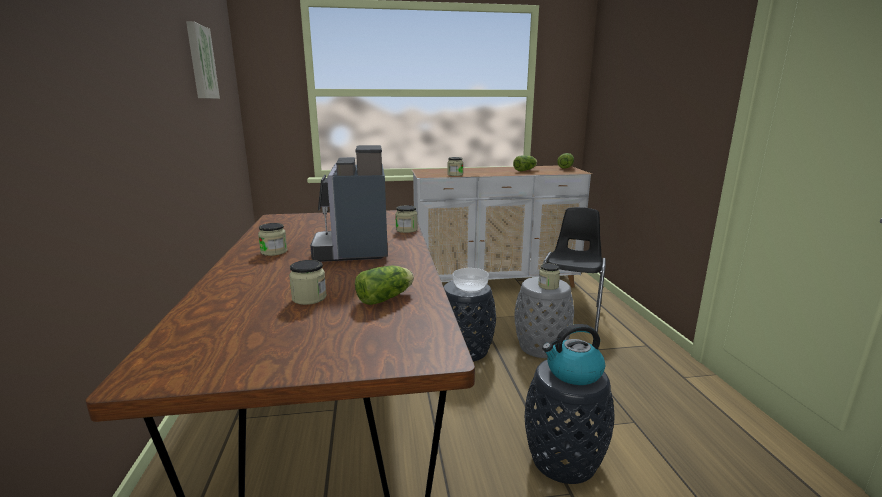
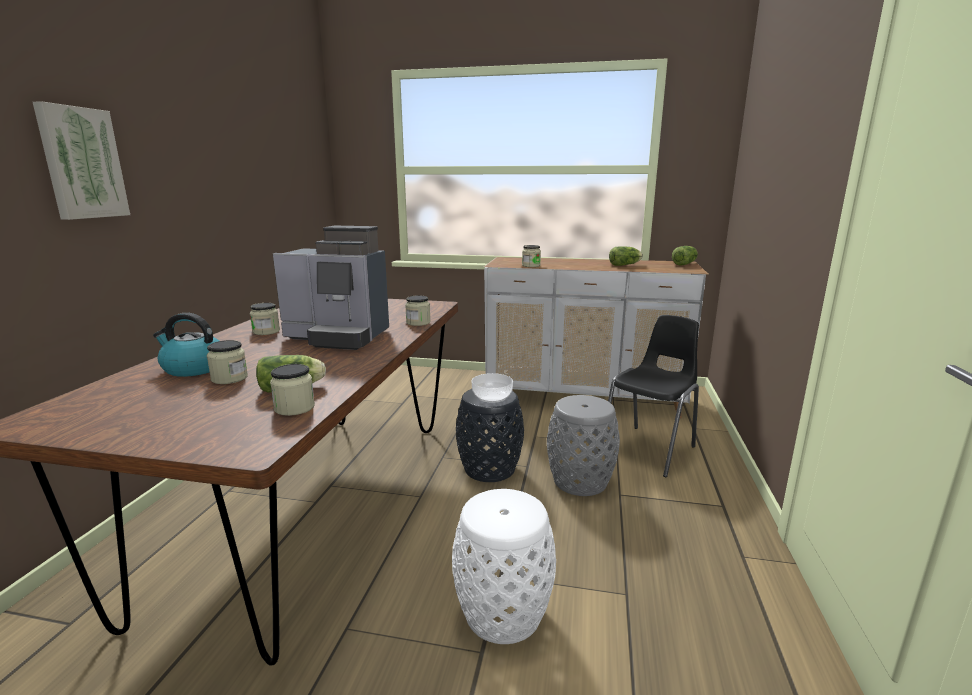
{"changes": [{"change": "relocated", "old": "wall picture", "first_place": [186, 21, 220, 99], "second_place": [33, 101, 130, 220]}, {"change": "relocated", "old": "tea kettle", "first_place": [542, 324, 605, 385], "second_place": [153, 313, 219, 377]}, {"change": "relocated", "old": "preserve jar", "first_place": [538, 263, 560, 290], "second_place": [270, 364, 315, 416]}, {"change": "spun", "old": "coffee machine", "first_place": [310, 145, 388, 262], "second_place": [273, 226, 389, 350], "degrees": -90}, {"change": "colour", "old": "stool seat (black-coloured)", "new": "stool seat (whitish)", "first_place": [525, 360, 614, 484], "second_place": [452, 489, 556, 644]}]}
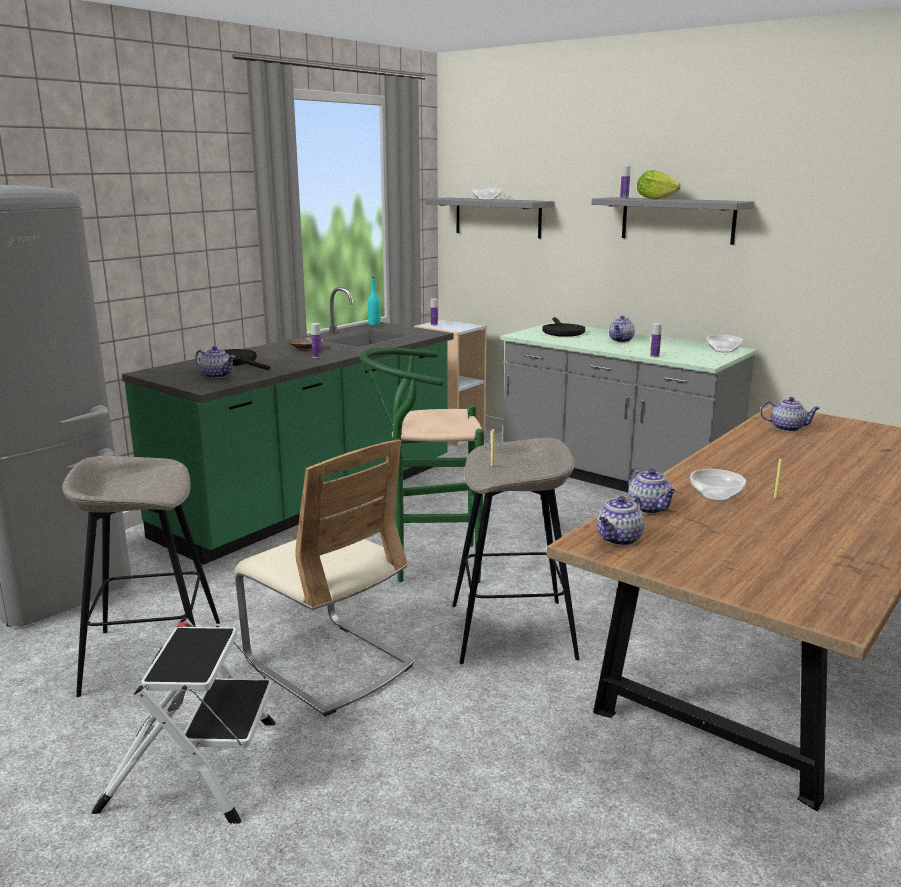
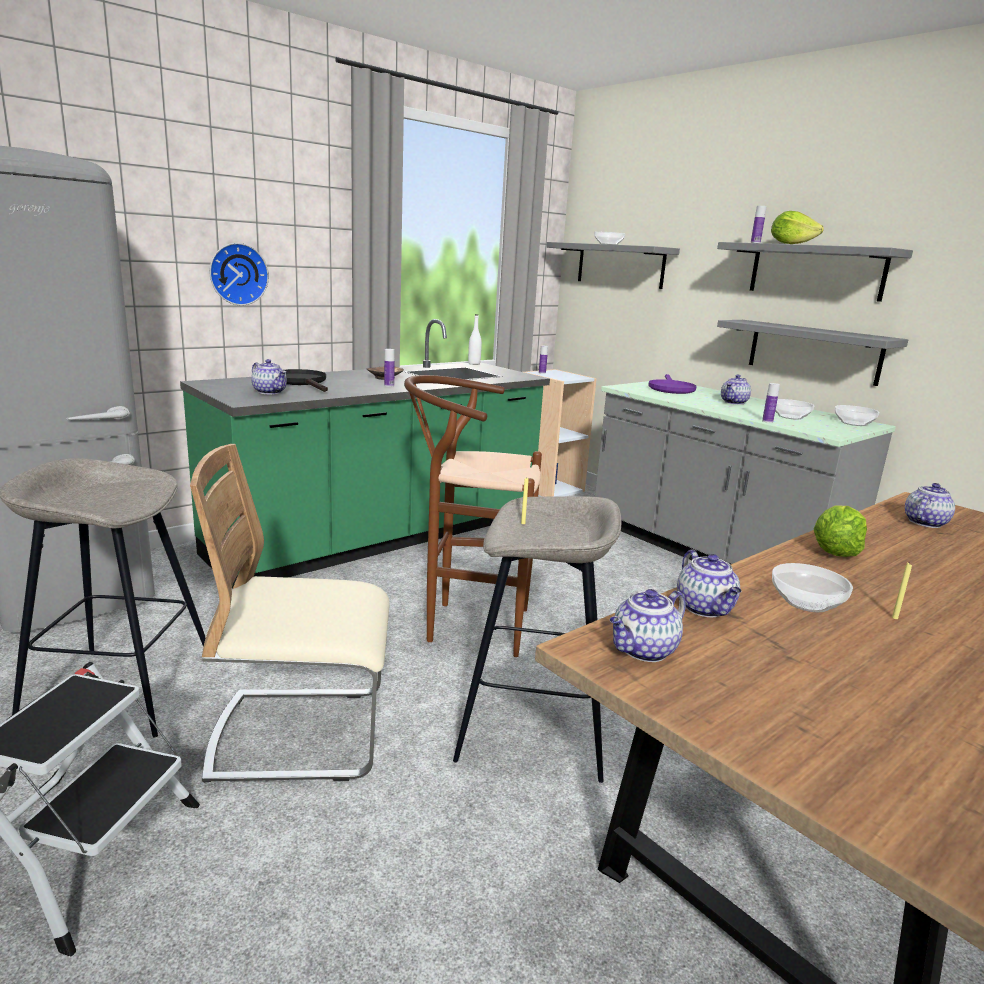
{"changes": [{"change": "spun", "old": "upright chair (sand-coloured)", "first_place": [234, 439, 414, 716], "second_place": [190, 444, 390, 783], "degrees": 120}, {"change": "appeared", "new": "hanging clock", "second_place": [209, 243, 269, 306]}, {"change": "colour", "old": "stool seat (green)", "new": "stool seat (brown-coloured)", "first_place": [360, 348, 484, 583], "second_place": [404, 375, 542, 657]}, {"change": "colour", "old": "beverage bottle (turquoise-coloured)", "new": "beverage bottle (whitish)", "first_place": [368, 277, 380, 325], "second_place": [468, 314, 482, 365]}, {"change": "colour", "old": "frying pan (black-coloured)", "new": "frying pan (purple)", "first_place": [542, 317, 585, 337], "second_place": [648, 374, 696, 394]}, {"change": "appeared", "new": "wall shelf (gray)", "second_place": [717, 320, 908, 386]}, {"change": "appeared", "new": "deep dish", "second_place": [775, 399, 814, 420]}, {"change": "appeared", "new": "head of lettuce", "second_place": [814, 505, 867, 557]}, {"change": "spun", "old": "pot for tea", "first_place": [760, 397, 820, 432], "second_place": [905, 483, 955, 528], "degrees": -75}]}
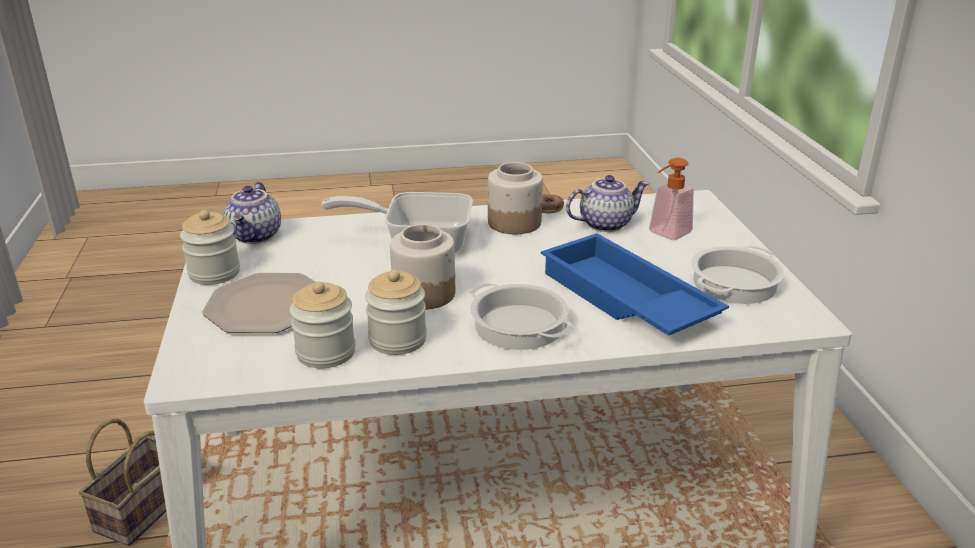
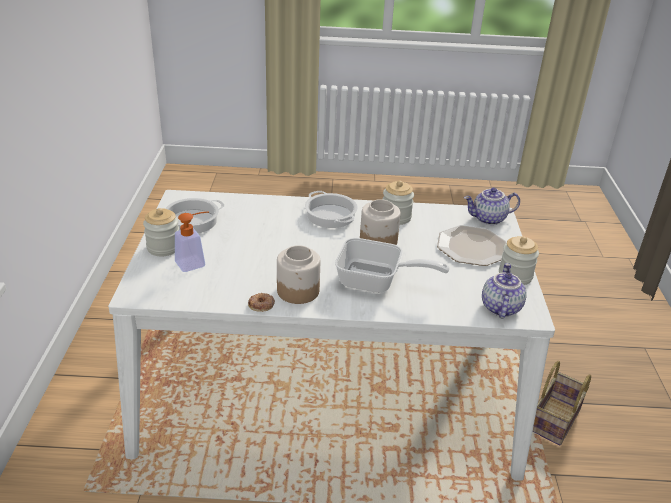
{"changes": [{"change": "relocated", "old": "preserve jar", "first_place": [290, 281, 355, 368], "second_place": [143, 208, 179, 256]}, {"change": "relocated", "old": "pot for tea", "first_place": [566, 175, 649, 232], "second_place": [464, 188, 520, 225]}, {"change": "missing", "old": "tray (blue-coloured)", "first_place": [541, 233, 729, 336]}]}
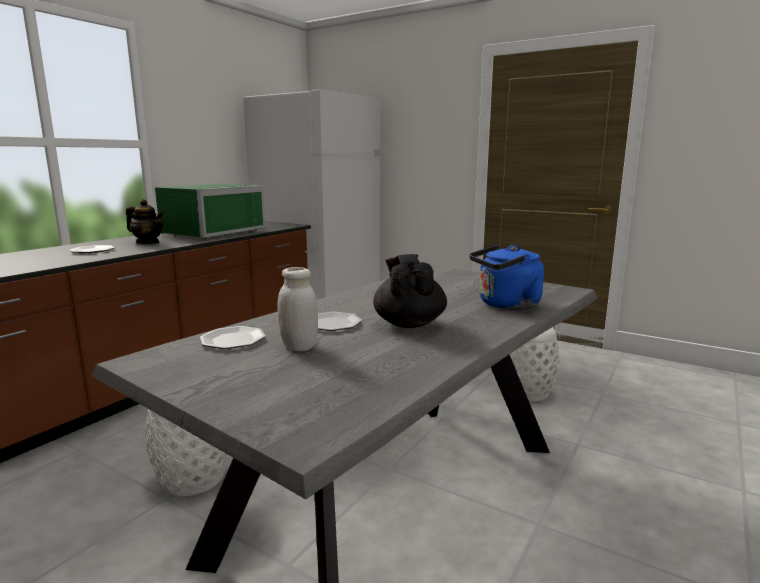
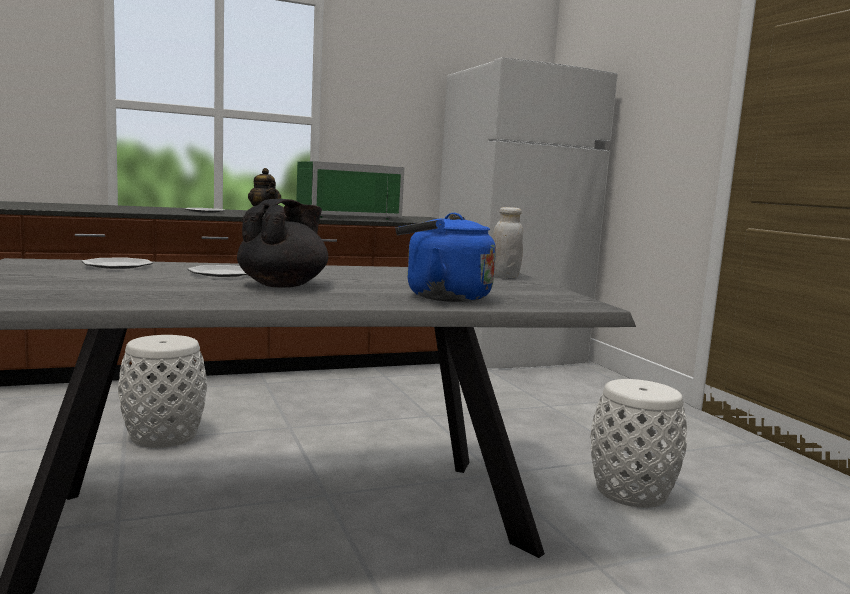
{"changes": [{"change": "relocated", "old": "preserve jar (whitish)", "first_place": [278, 267, 318, 351], "second_place": [492, 207, 523, 278]}]}
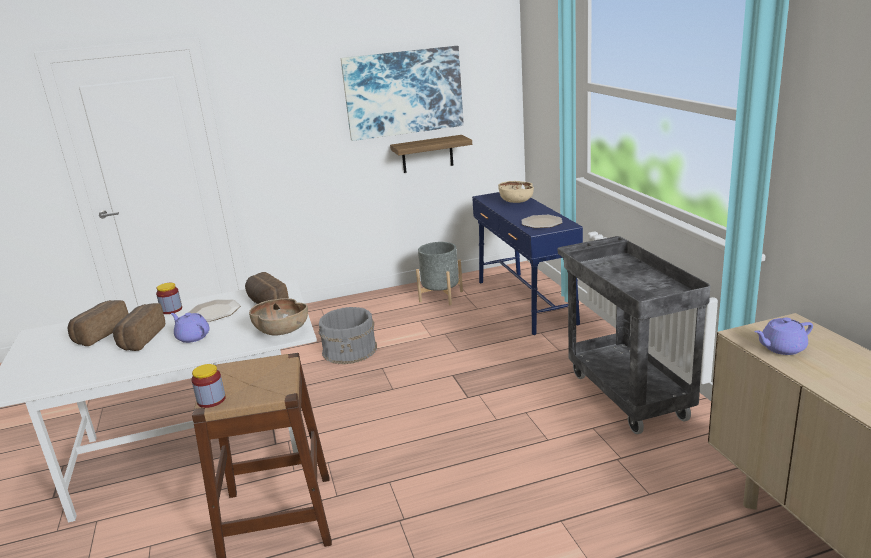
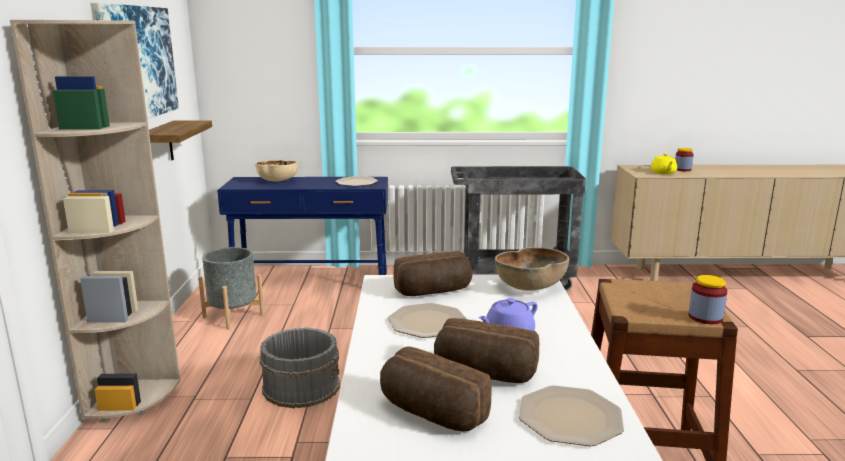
{"changes": [{"change": "appeared", "new": "bookshelf (sand-coloured)", "second_place": [10, 20, 180, 422]}, {"change": "appeared", "new": "plate", "second_place": [519, 385, 624, 446]}, {"change": "colour", "old": "pot for tea (purple)", "new": "pot for tea (yellow-coloured)", "first_place": [754, 317, 813, 355], "second_place": [651, 153, 677, 174]}, {"change": "relocated", "old": "preserve jar", "first_place": [156, 283, 182, 314], "second_place": [675, 148, 694, 171]}]}
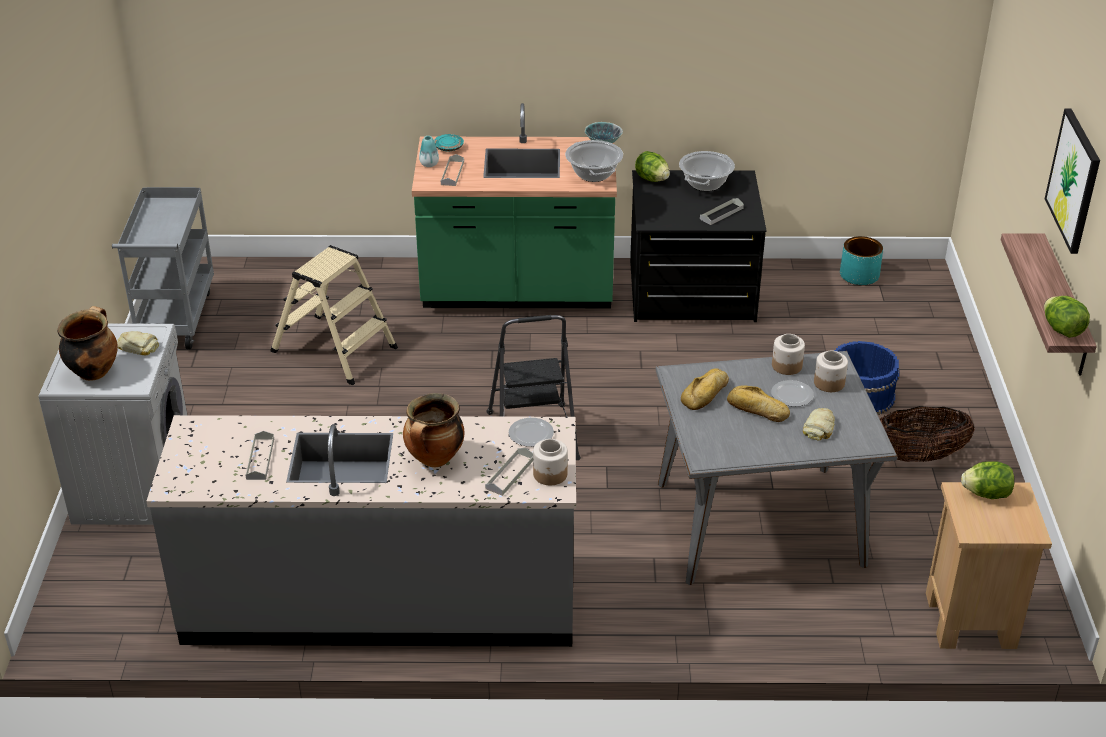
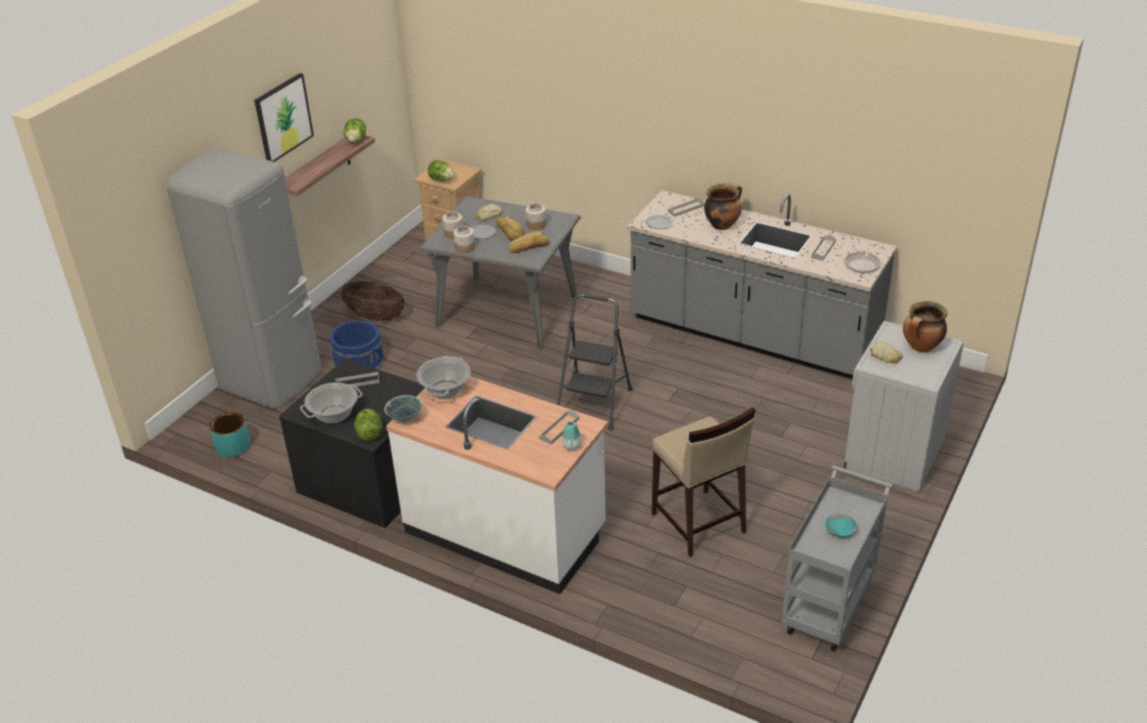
{"changes": [{"change": "appeared", "new": "kitchen fridge (gray)", "second_place": [167, 148, 322, 408]}, {"change": "colour", "old": "counter (green)", "new": "counter (whitish)", "first_place": [412, 103, 617, 308], "second_place": [386, 376, 608, 594]}, {"change": "relocated", "old": "preserve jar", "first_place": [533, 439, 568, 485], "second_place": [526, 203, 546, 230]}, {"change": "exchanged", "old": "stepladder (sand-coloured)", "new": "stool seat (sand-coloured)", "first_place": [270, 245, 398, 385], "second_place": [652, 407, 756, 557]}, {"change": "relocated", "old": "plate (turquoise-coloured)", "first_place": [434, 134, 464, 151], "second_place": [825, 514, 857, 537]}, {"change": "appeared", "new": "frying pan", "second_place": [844, 241, 881, 273]}]}
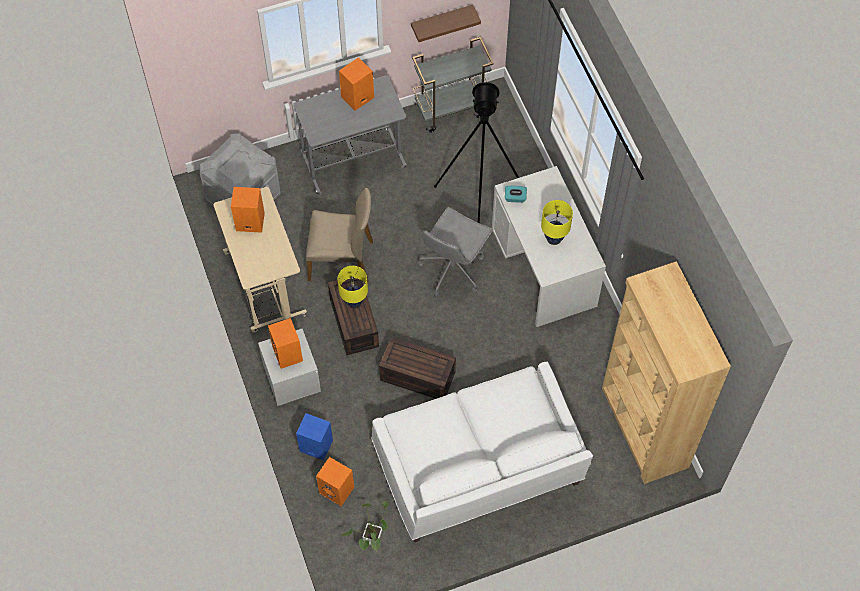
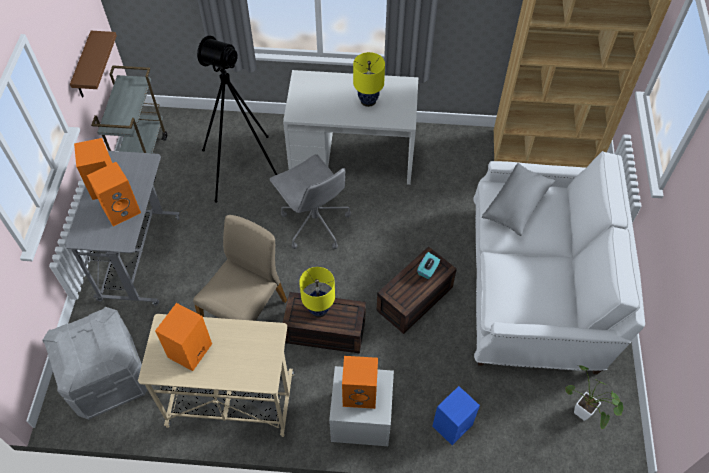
{"changes": [{"change": "relocated", "old": "speaker (orange)", "first_place": [316, 457, 354, 506], "second_place": [87, 162, 141, 226]}, {"change": "relocated", "old": "tissue holder (turquoise-coloured)", "first_place": [505, 186, 527, 203], "second_place": [417, 252, 440, 279]}, {"change": "appeared", "new": "cushion (gray)", "second_place": [482, 163, 555, 236]}]}
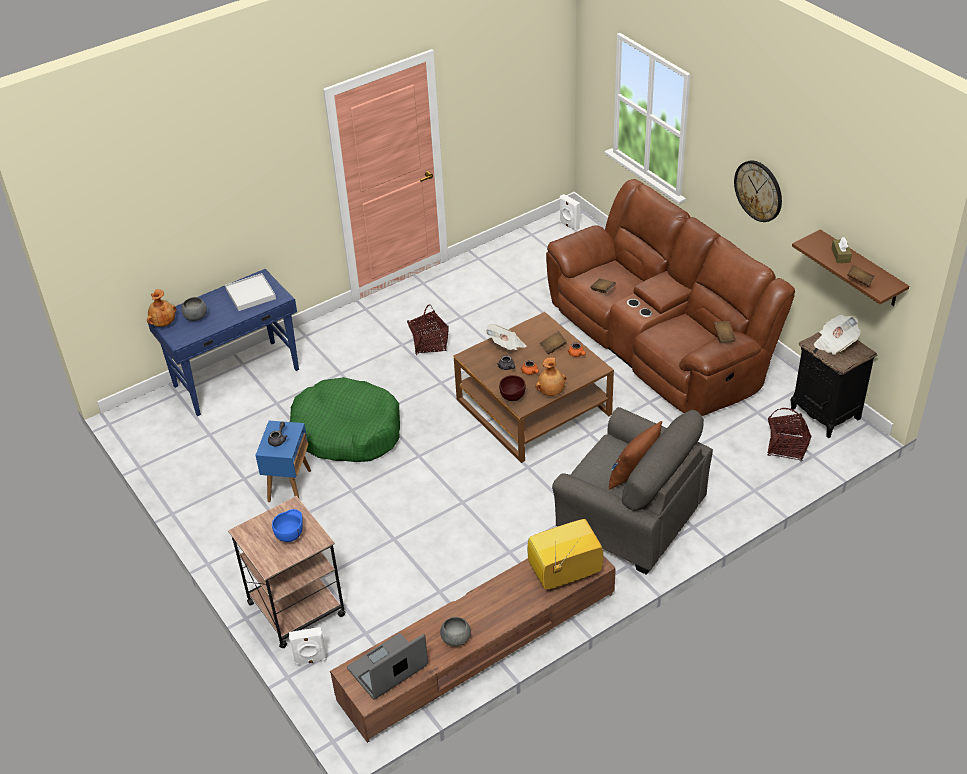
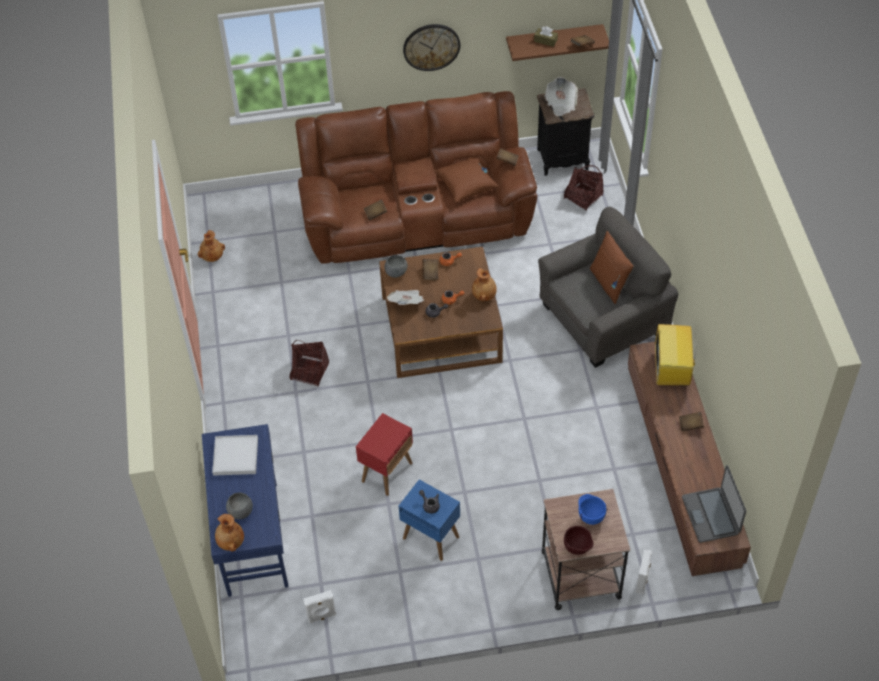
{"changes": [{"change": "appeared", "new": "decorative vase (brown-coloured)", "second_place": [198, 230, 225, 262]}, {"change": "relocated", "old": "speaker (whitish)", "first_place": [560, 194, 580, 231], "second_place": [303, 590, 336, 623]}, {"change": "exchanged", "old": "dog cushion (green)", "new": "end table (red-coloured)", "first_place": [290, 377, 400, 462], "second_place": [356, 413, 413, 496]}, {"change": "relocated", "old": "deep dish (gray)", "first_place": [440, 617, 471, 646], "second_place": [385, 255, 408, 278]}, {"change": "appeared", "new": "cushion (brown-coloured)", "second_place": [434, 157, 498, 203]}, {"change": "relocated", "old": "deep dish (brown-coloured)", "first_place": [499, 375, 526, 401], "second_place": [564, 526, 594, 555]}, {"change": "appeared", "new": "volume (brown-coloured)", "second_place": [679, 412, 704, 432]}]}
